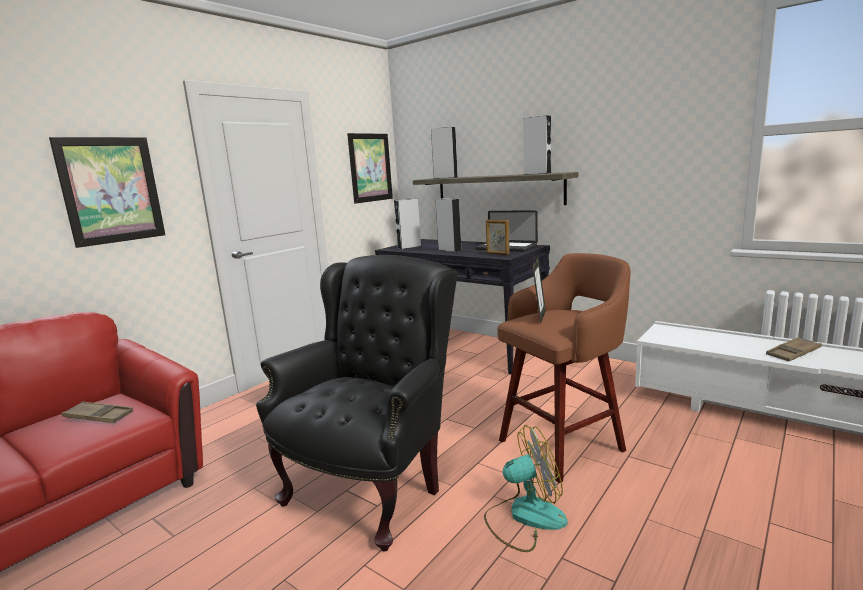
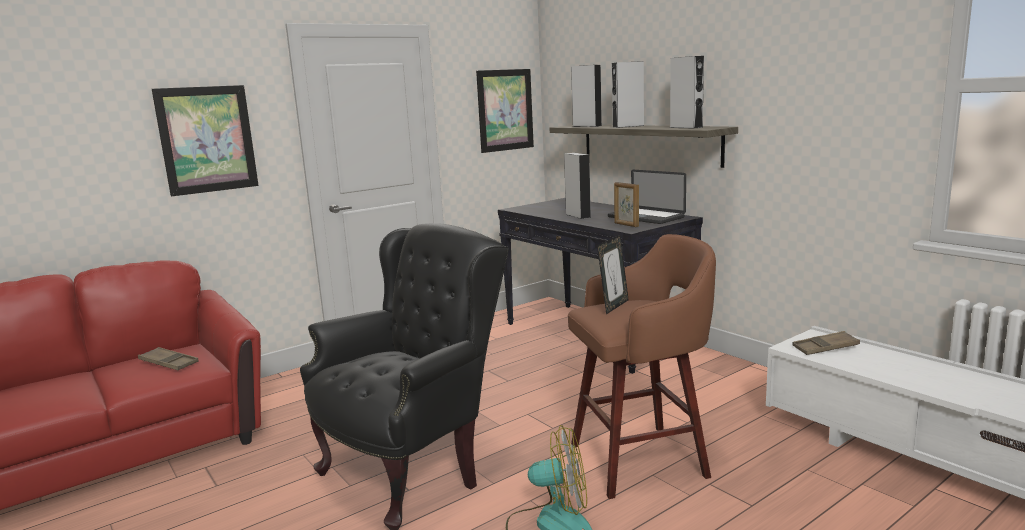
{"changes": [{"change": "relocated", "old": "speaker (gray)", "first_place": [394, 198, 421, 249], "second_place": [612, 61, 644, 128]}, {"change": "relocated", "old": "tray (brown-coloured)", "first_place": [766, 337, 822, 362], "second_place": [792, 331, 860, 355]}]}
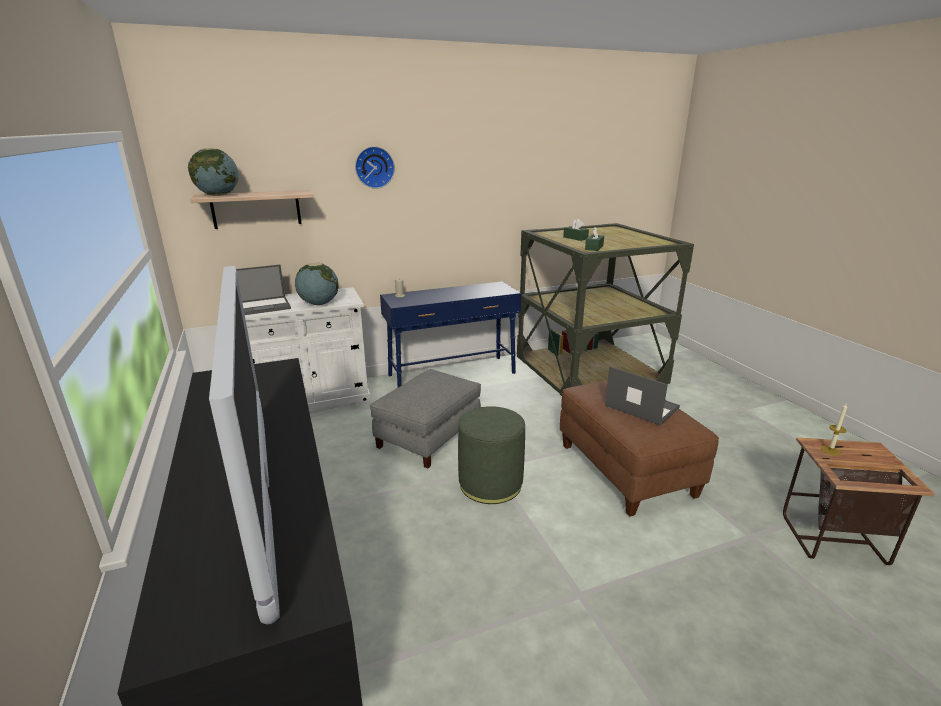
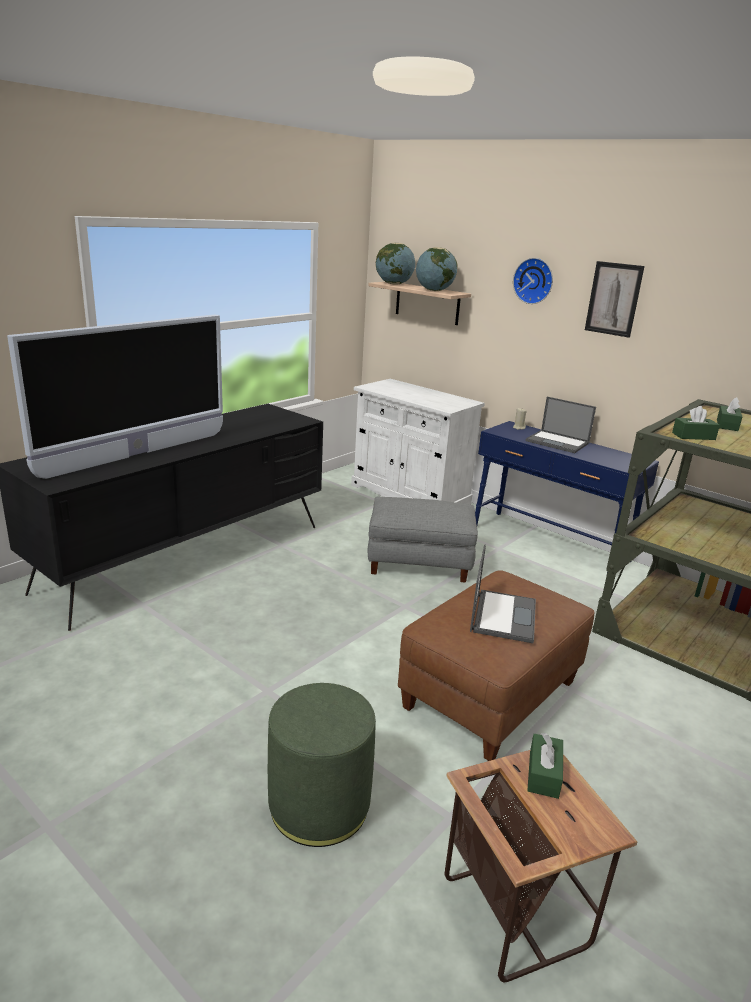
{"changes": [{"change": "relocated", "old": "footrest (green)", "first_place": [458, 406, 525, 504], "second_place": [268, 683, 376, 847]}, {"change": "relocated", "old": "world globe", "first_place": [295, 263, 338, 305], "second_place": [416, 247, 458, 291]}, {"change": "relocated", "old": "notebook computer", "first_place": [236, 265, 291, 315], "second_place": [525, 397, 596, 453]}, {"change": "exchanged", "old": "wax candle", "new": "tissue holder (green)", "first_place": [821, 404, 847, 456], "second_place": [527, 733, 563, 799]}, {"change": "appeared", "new": "wall picture", "second_place": [585, 261, 645, 338]}]}
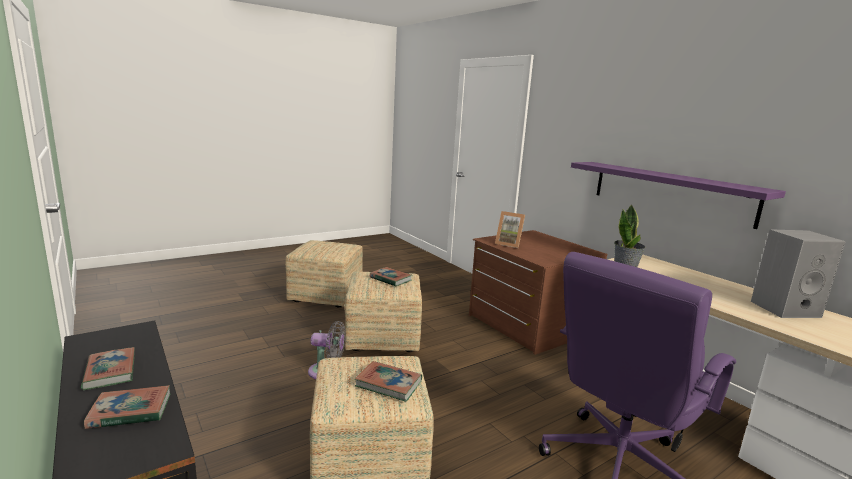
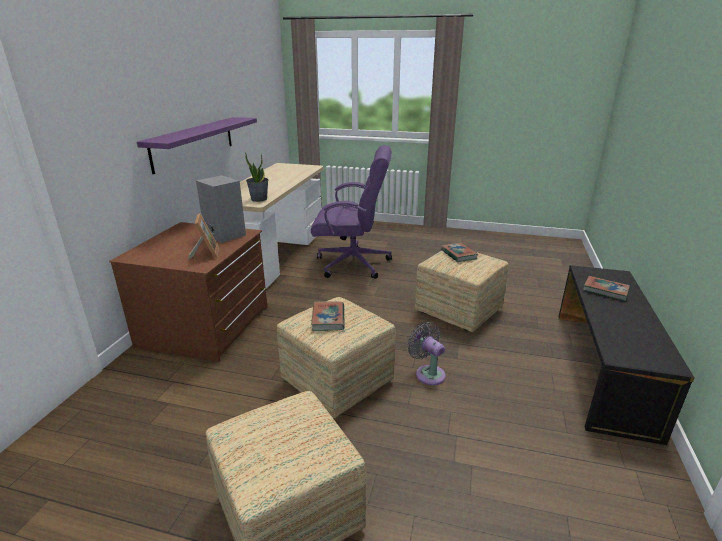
{"changes": [{"change": "relocated", "old": "speaker (gray)", "first_place": [751, 229, 846, 318], "second_place": [196, 175, 246, 243]}, {"change": "missing", "old": "volume", "first_place": [81, 347, 135, 390]}]}
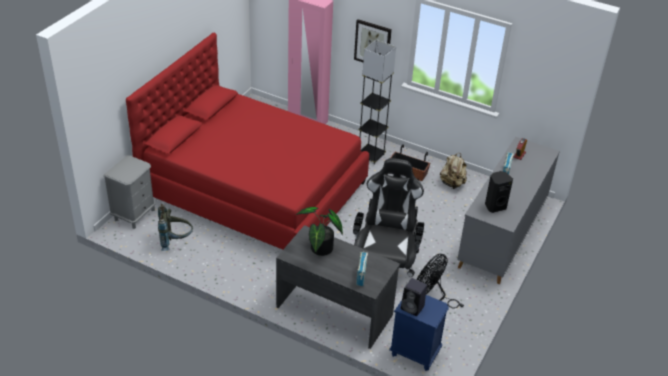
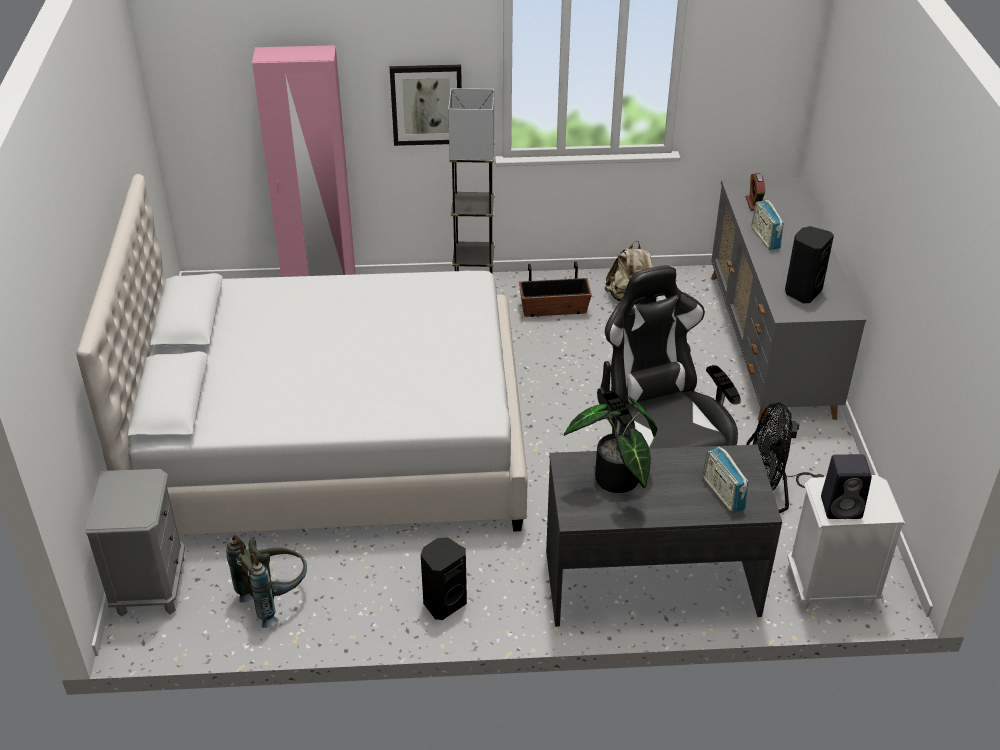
{"changes": [{"change": "colour", "old": "bedroom bed (red-coloured)", "new": "bedroom bed (whitish)", "first_place": [126, 33, 369, 250], "second_place": [77, 174, 527, 535]}, {"change": "appeared", "new": "speaker (black-coloured)", "second_place": [421, 537, 467, 620]}, {"change": "colour", "old": "night table (blue-coloured)", "new": "night table (whitish)", "first_place": [389, 295, 449, 371], "second_place": [787, 475, 905, 611]}]}
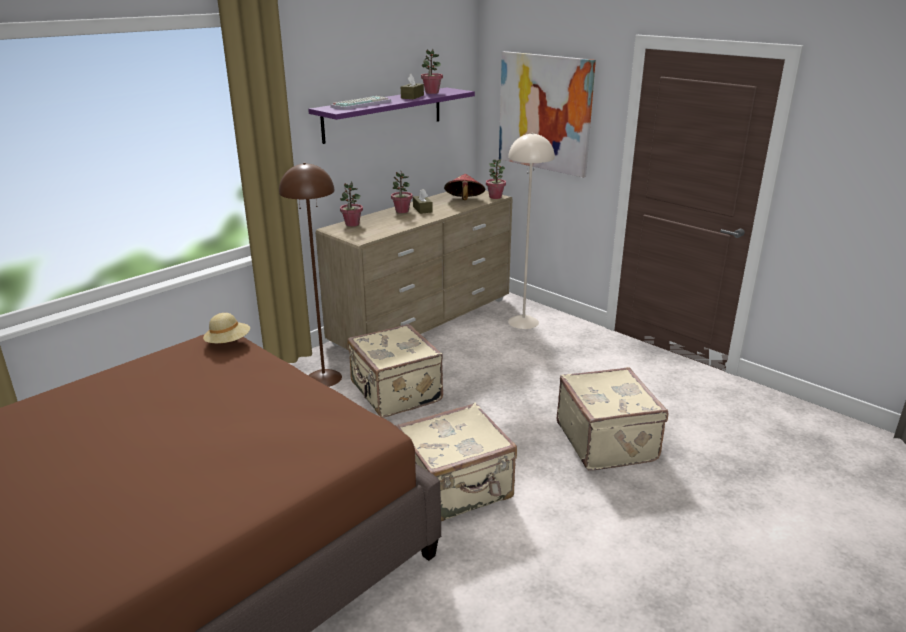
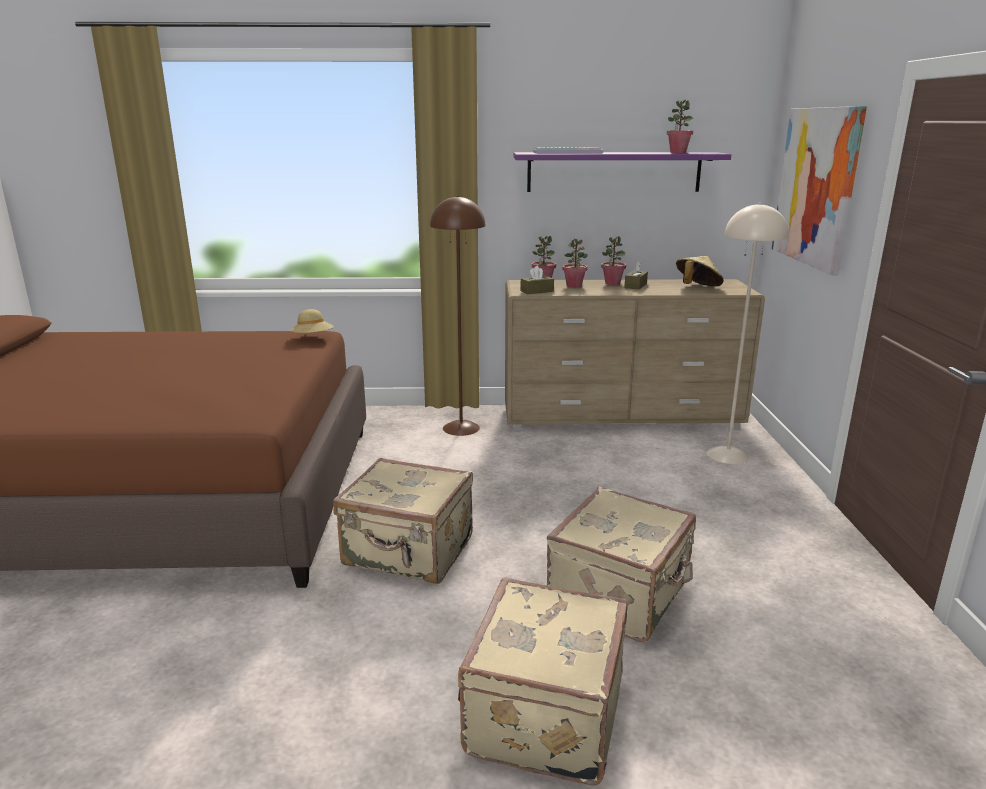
{"changes": [{"change": "relocated", "old": "piece of luggage (sand-coloured)", "first_place": [347, 324, 443, 418], "second_place": [458, 578, 628, 786]}, {"change": "relocated", "old": "tissue holder (brown-coloured)", "first_place": [401, 74, 424, 99], "second_place": [520, 266, 554, 294]}, {"change": "relocated", "old": "houseplant", "first_place": [486, 159, 506, 199], "second_place": [562, 239, 588, 288]}, {"change": "colour", "old": "clothing hat (red-coloured)", "new": "clothing hat (sand-coloured)", "first_place": [444, 174, 486, 200], "second_place": [676, 256, 724, 286]}]}
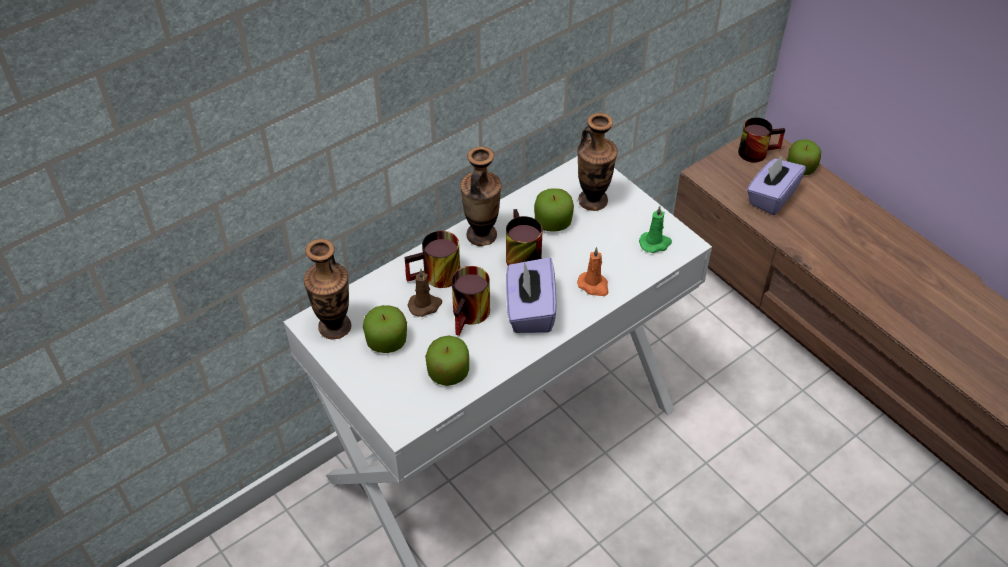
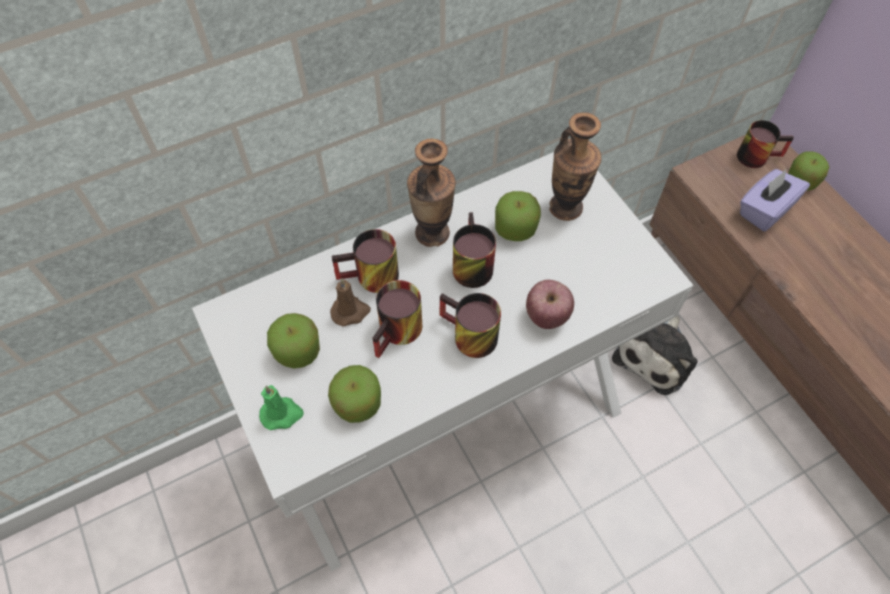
{"changes": [{"change": "relocated", "old": "wax candle (green)", "first_place": [639, 206, 672, 253], "second_place": [259, 385, 304, 430]}, {"change": "exchanged", "old": "tissue holder (purple)", "new": "mug", "first_place": [506, 257, 557, 333], "second_place": [439, 293, 501, 358]}, {"change": "exchanged", "old": "wax candle (orange)", "new": "apple fruit", "first_place": [577, 247, 608, 296], "second_place": [526, 280, 574, 329]}, {"change": "appeared", "new": "cuddly toy", "second_place": [612, 315, 697, 395]}, {"change": "missing", "old": "decorative vase", "first_place": [304, 239, 351, 340]}]}
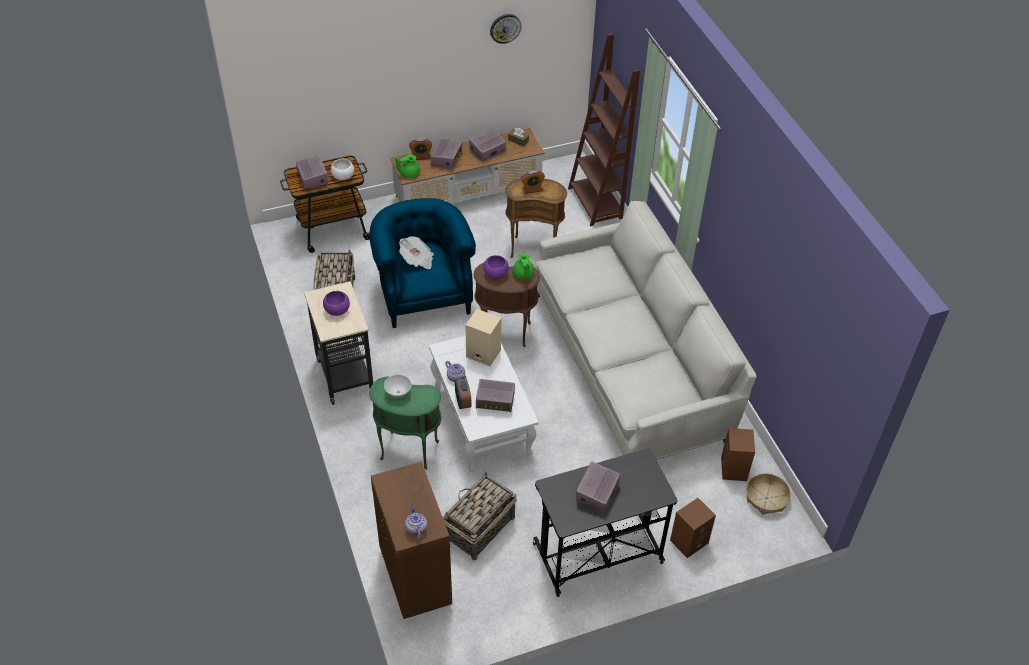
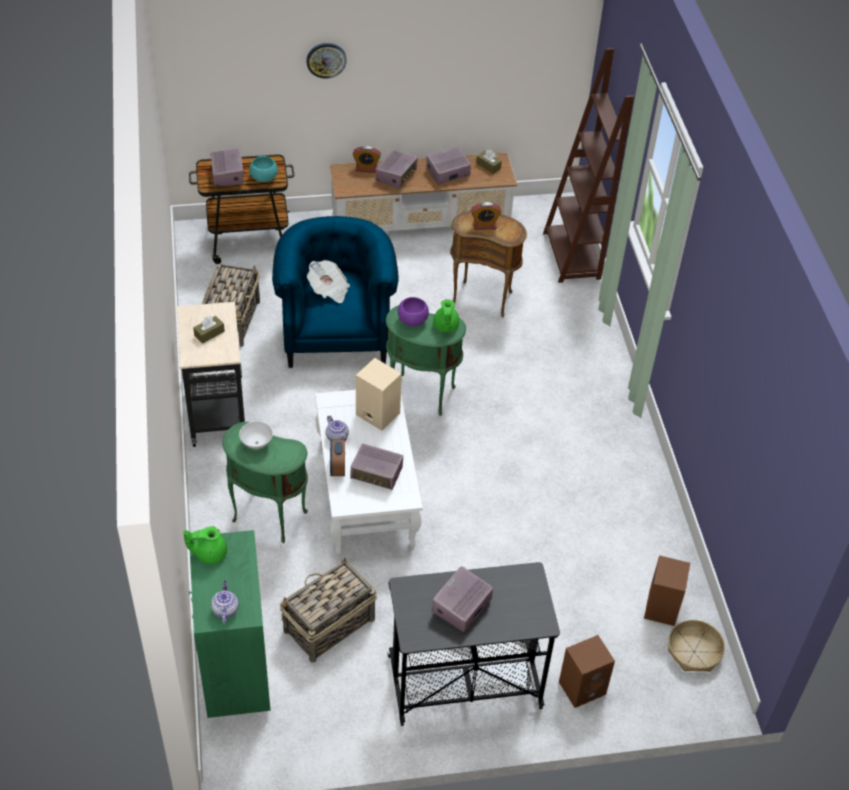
{"changes": [{"change": "relocated", "old": "pot for tea (green)", "first_place": [395, 154, 420, 178], "second_place": [183, 526, 227, 564]}, {"change": "colour", "old": "cabinet (brown-coloured)", "new": "cabinet (green)", "first_place": [371, 462, 452, 619], "second_place": [189, 530, 271, 718]}, {"change": "exchanged", "old": "deep dish (purple)", "new": "tissue holder (brown-coloured)", "first_place": [323, 291, 350, 316], "second_place": [193, 315, 225, 344]}, {"change": "colour", "old": "deep dish (whitish)", "new": "deep dish (turquoise-coloured)", "first_place": [331, 159, 354, 180], "second_place": [249, 156, 278, 182]}, {"change": "relocated", "old": "hanging clock", "first_place": [490, 14, 522, 44], "second_place": [306, 43, 347, 79]}, {"change": "colour", "old": "end table (brown-coloured)", "new": "end table (green)", "first_place": [474, 263, 540, 347], "second_place": [386, 305, 466, 416]}, {"change": "missing", "old": "sofa (whitish)", "first_place": [533, 201, 757, 460]}]}
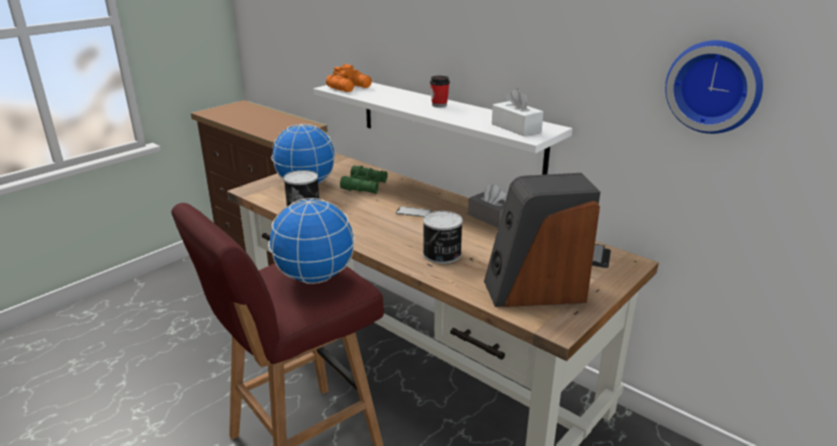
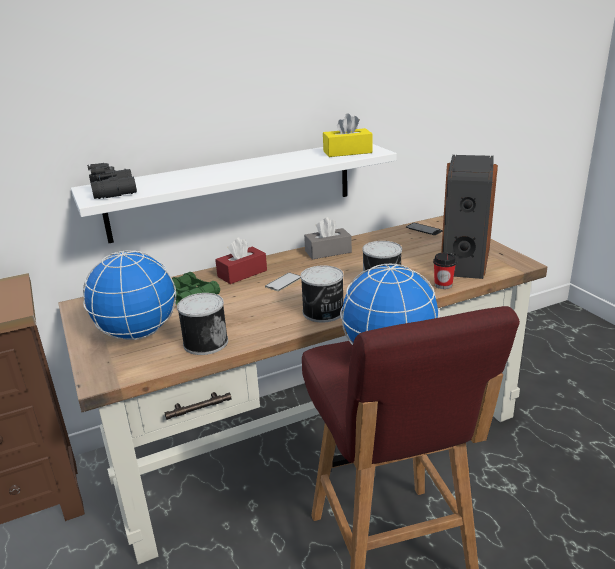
{"changes": [{"change": "colour", "old": "binoculars (orange)", "new": "binoculars (black-coloured)", "first_place": [326, 64, 372, 92], "second_place": [87, 163, 137, 199]}, {"change": "appeared", "new": "tissue holder (red-coloured)", "second_place": [215, 237, 267, 284]}, {"change": "appeared", "new": "can", "second_place": [301, 265, 343, 322]}, {"change": "colour", "old": "tissue holder (whitish)", "new": "tissue holder (yellow-coloured)", "first_place": [492, 88, 544, 136], "second_place": [323, 113, 372, 157]}, {"change": "relocated", "old": "drinking cup", "first_place": [430, 75, 450, 107], "second_place": [433, 253, 457, 289]}, {"change": "missing", "old": "hanging clock", "first_place": [665, 40, 763, 134]}]}
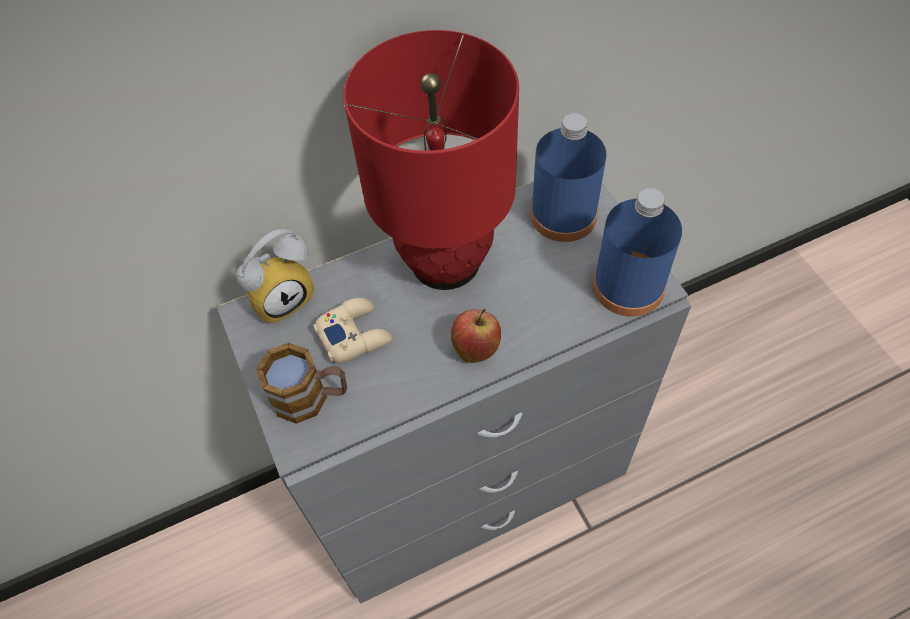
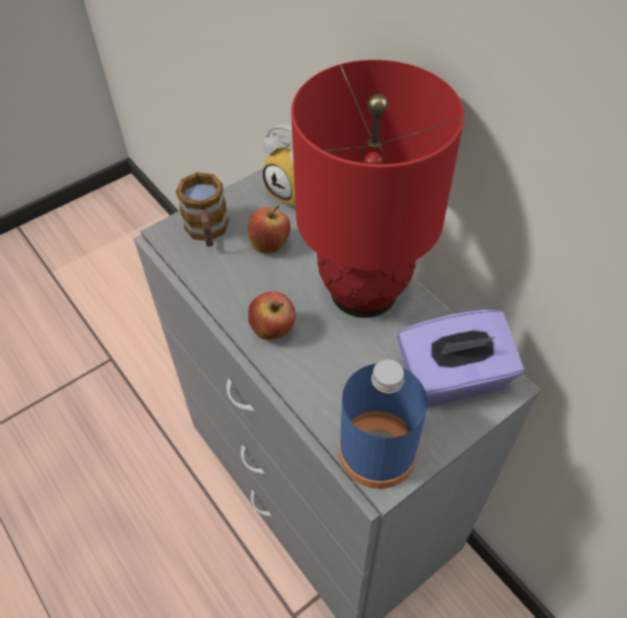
{"changes": [{"change": "exchanged", "old": "game controller (sand-coloured)", "new": "apple fruit", "first_place": [313, 298, 392, 363], "second_place": [248, 206, 291, 253]}, {"change": "exchanged", "old": "beverage bottle (blue-coloured)", "new": "tissue holder (purple)", "first_place": [530, 113, 606, 242], "second_place": [397, 310, 524, 406]}]}
